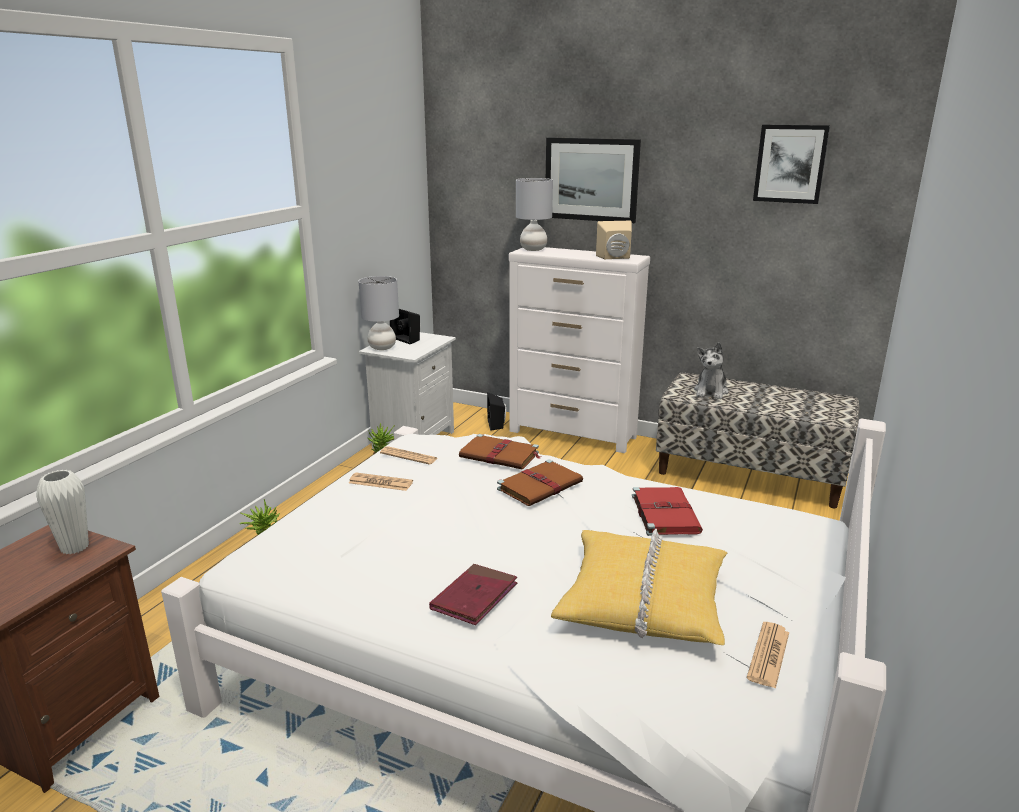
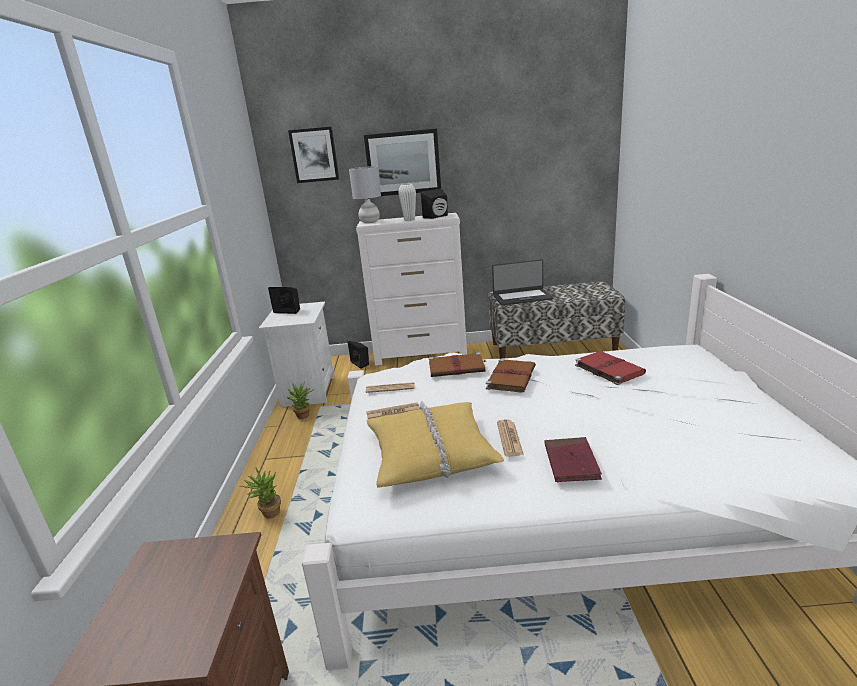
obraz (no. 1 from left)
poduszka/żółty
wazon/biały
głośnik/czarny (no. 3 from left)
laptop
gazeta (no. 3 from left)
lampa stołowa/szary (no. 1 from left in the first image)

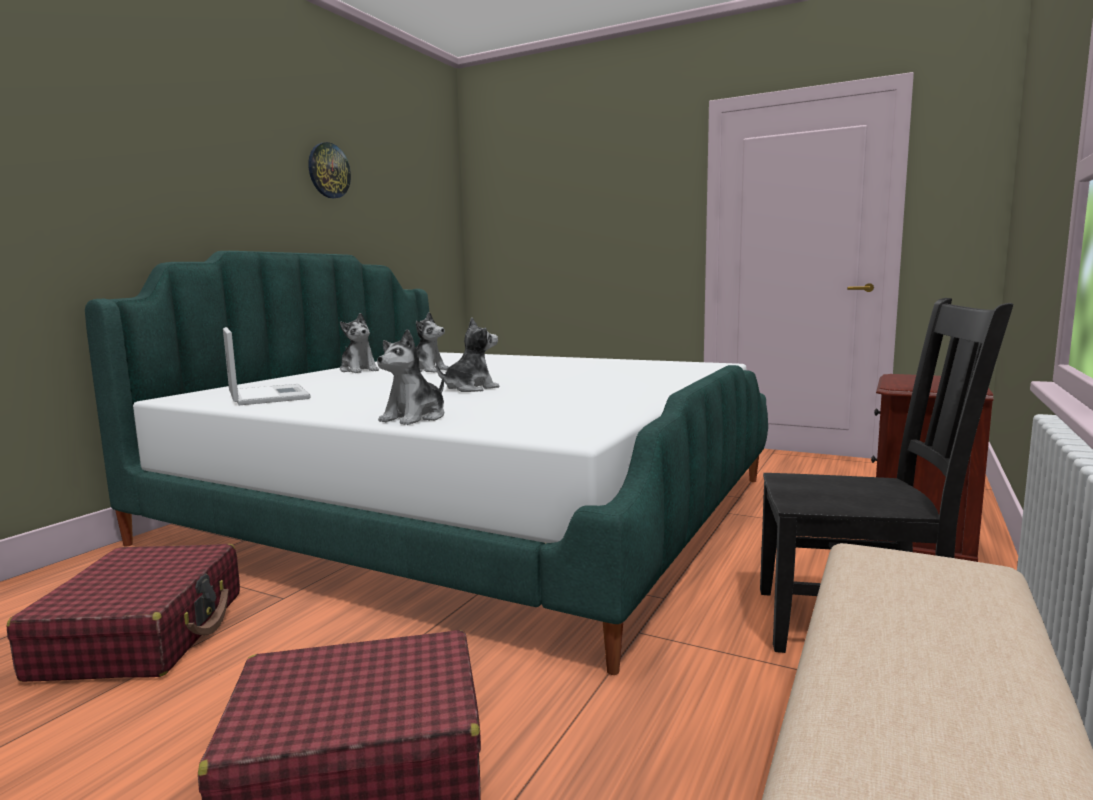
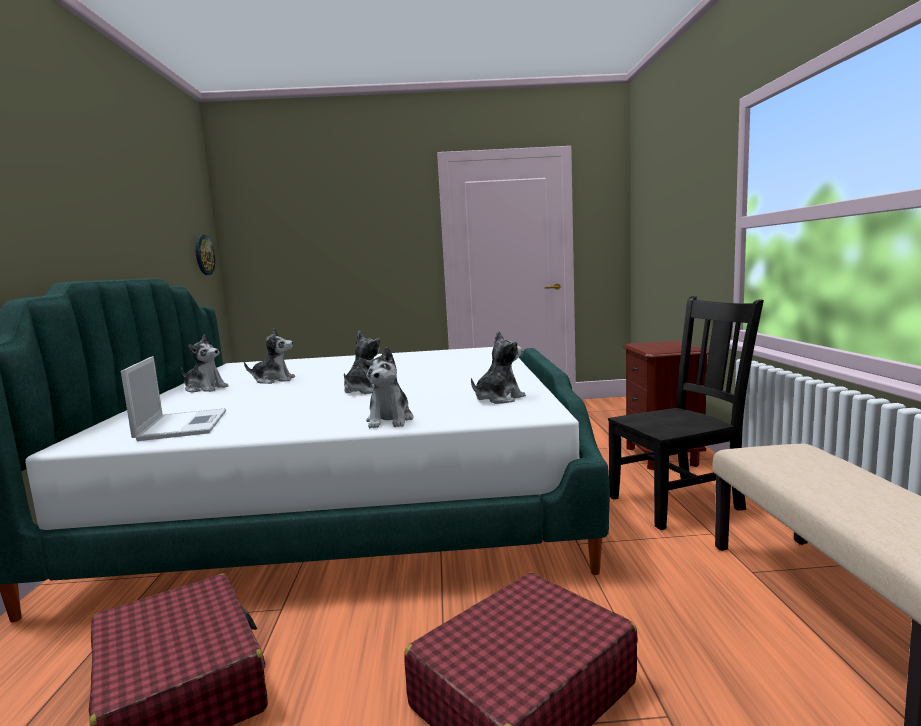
laptop
zegar ścienny
pluszak (no. 5 from left)

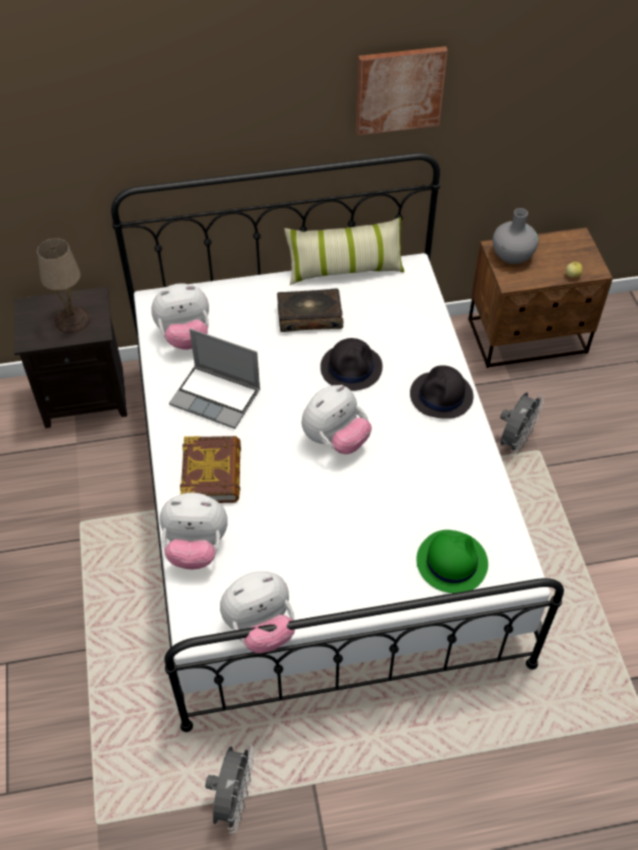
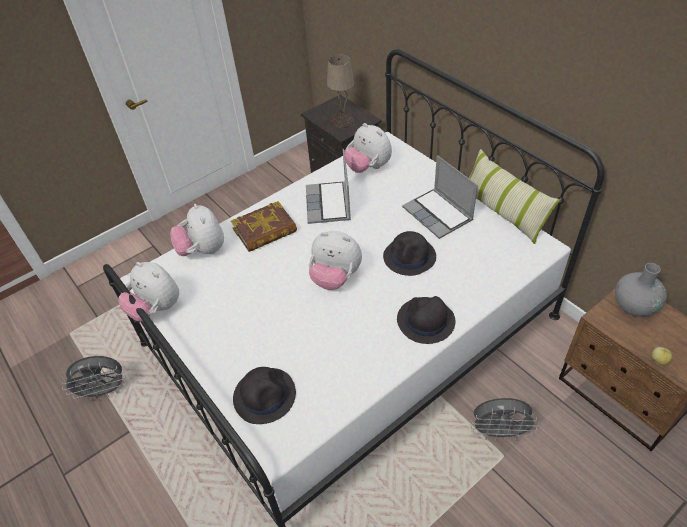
kapelusz/czarny (no. 1 from left)
laptop (no. 2 from left)
obraz

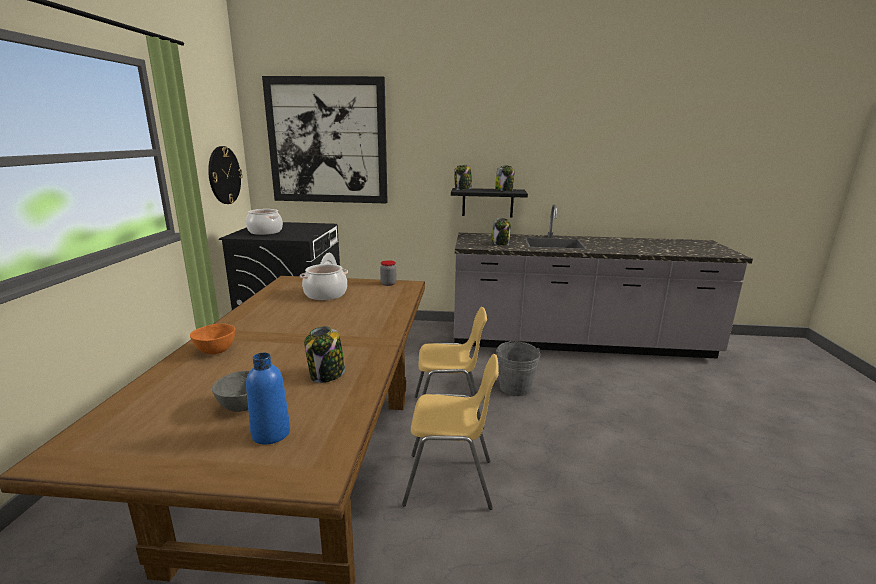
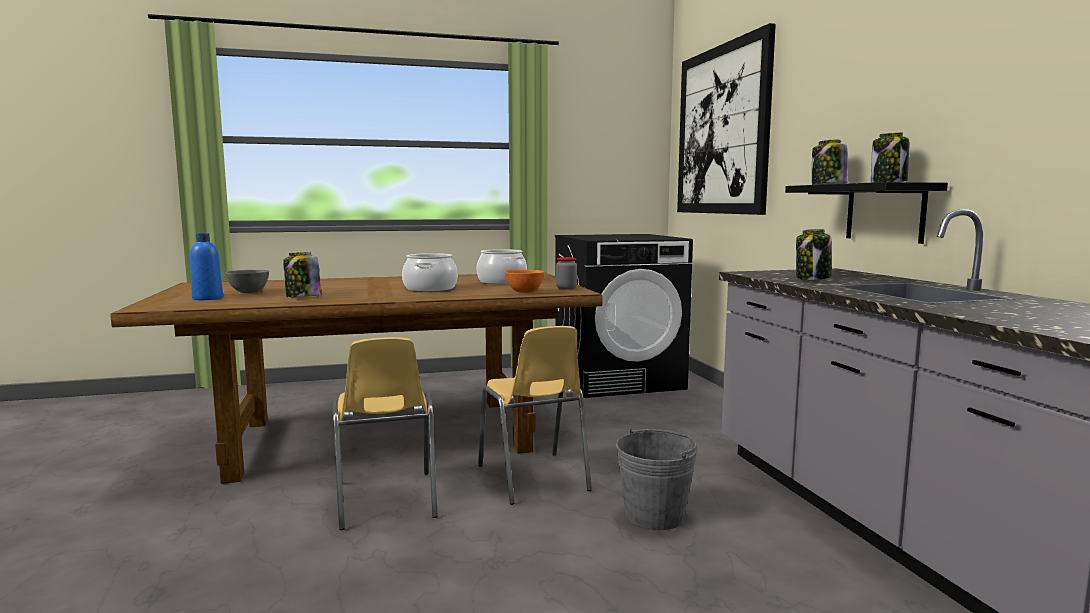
garnek (no. 1 from left)
miska/pomarańczowy
zegar ścienny

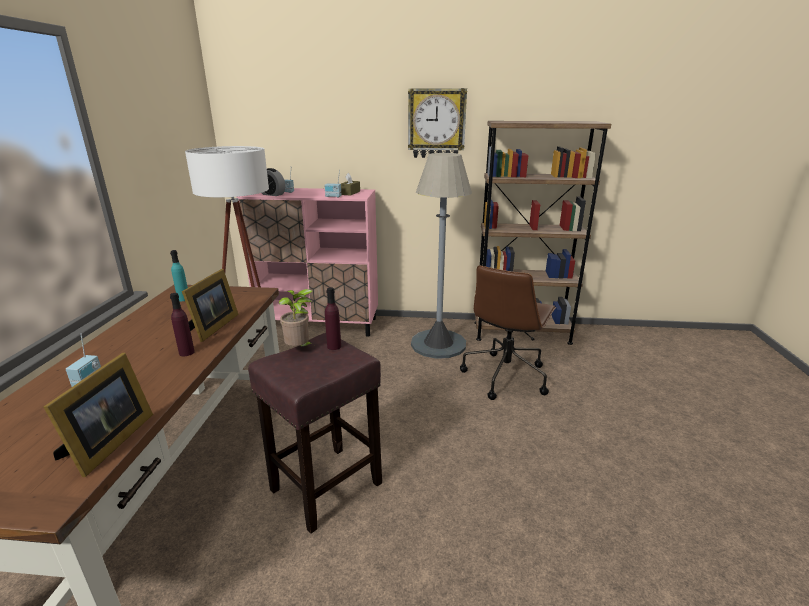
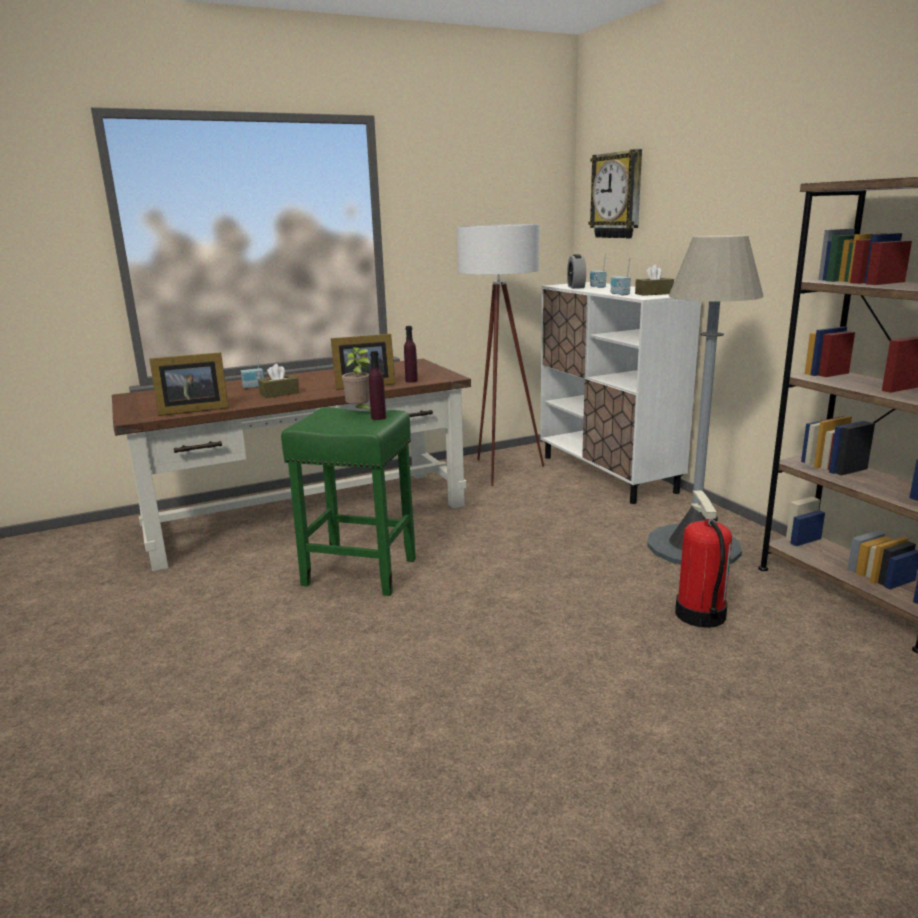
pudełko chusteczek/brązowy (no. 1 from left)
stołek/zielony
butelka/fioletowy (no. 2 from left)
szafka/biały
zegar ścienny
gaśnica
butelka/turkusowy

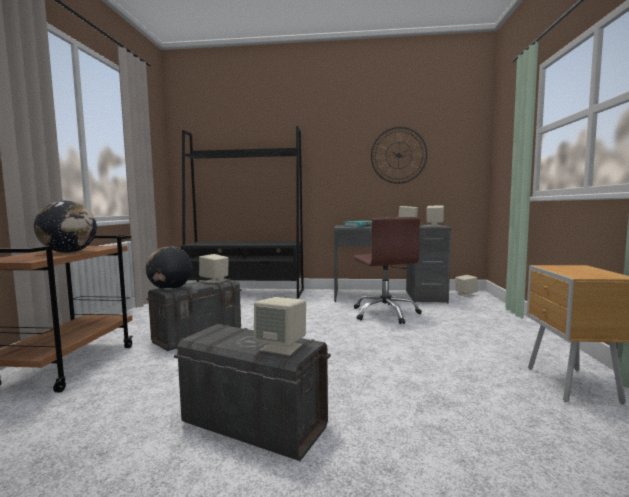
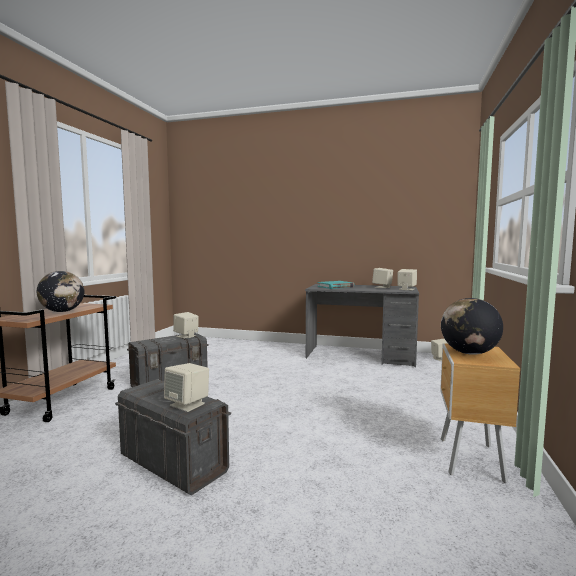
globus (no. 2 from left)
regał/czarny
krzesło biurowe/brązowy
zegar ścienny

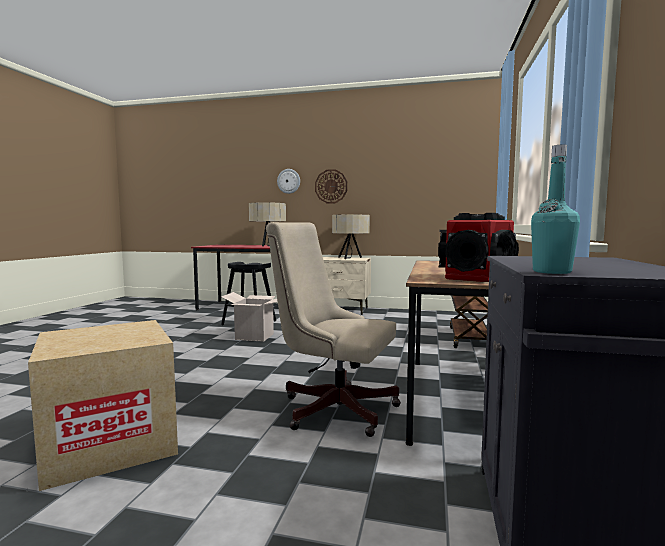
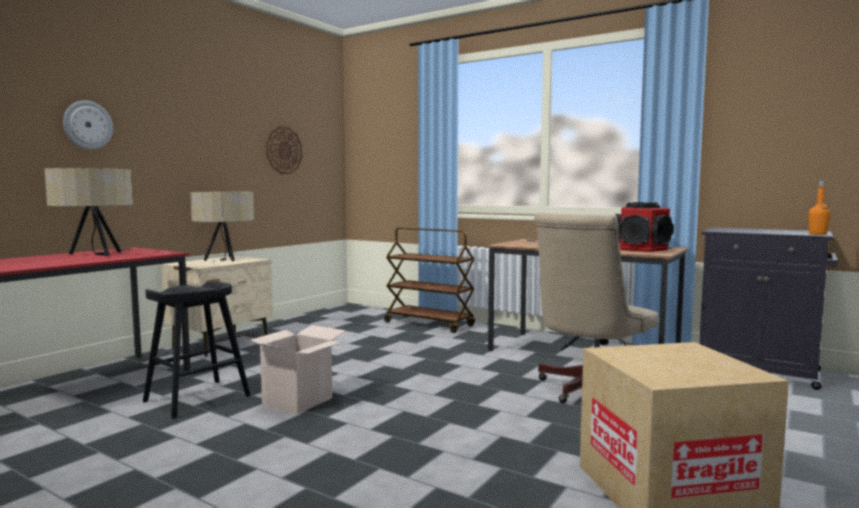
zegar ścienny (no. 2 from left)
butelka/pomarańczowy

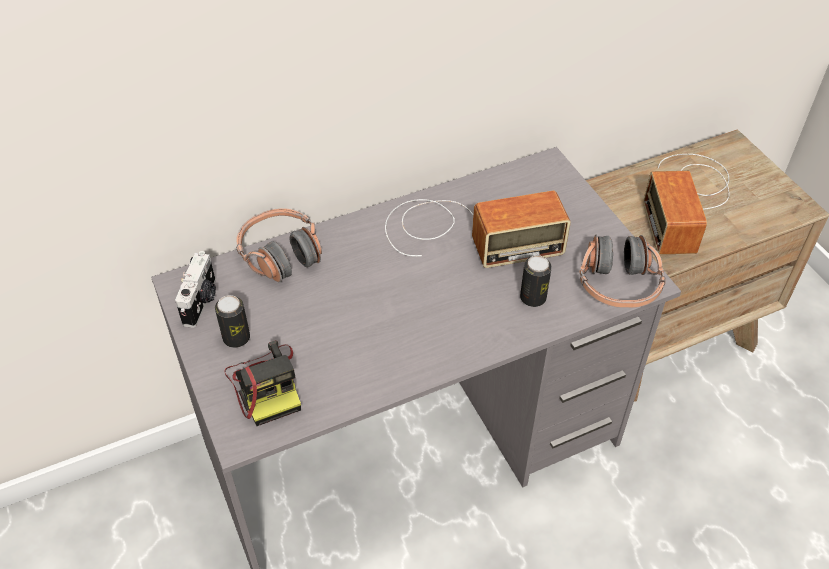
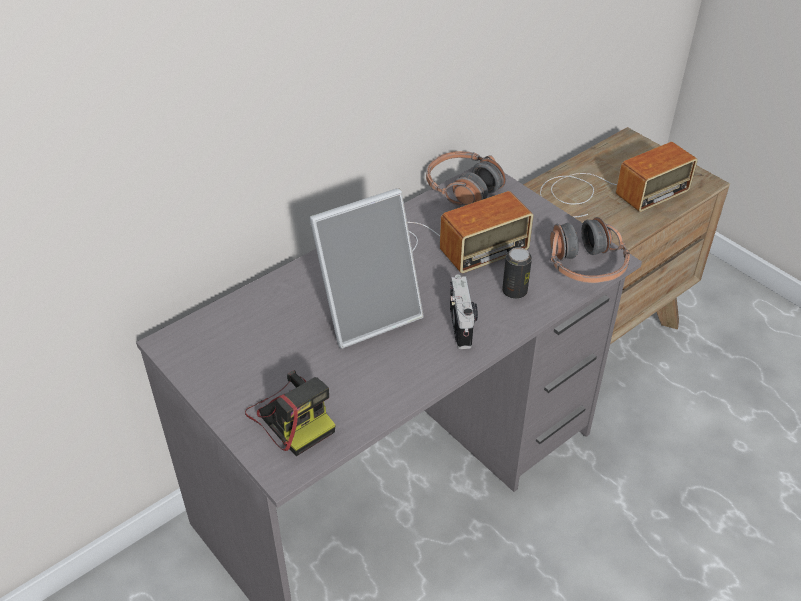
ramka na zdjęcie
słuchawki (no. 1 from left)
aparat fotograficzny (no. 2 from left)
radio (no. 2 from left)
puszka (no. 1 from left in the first image)

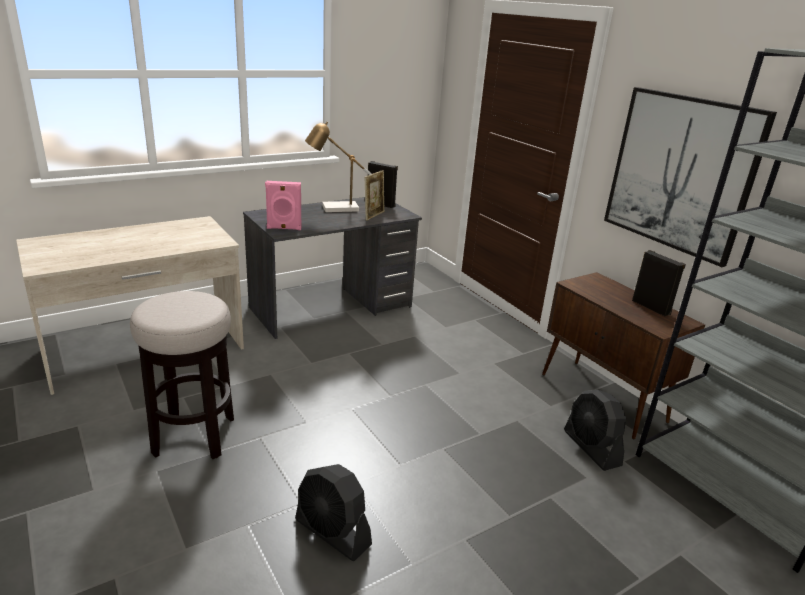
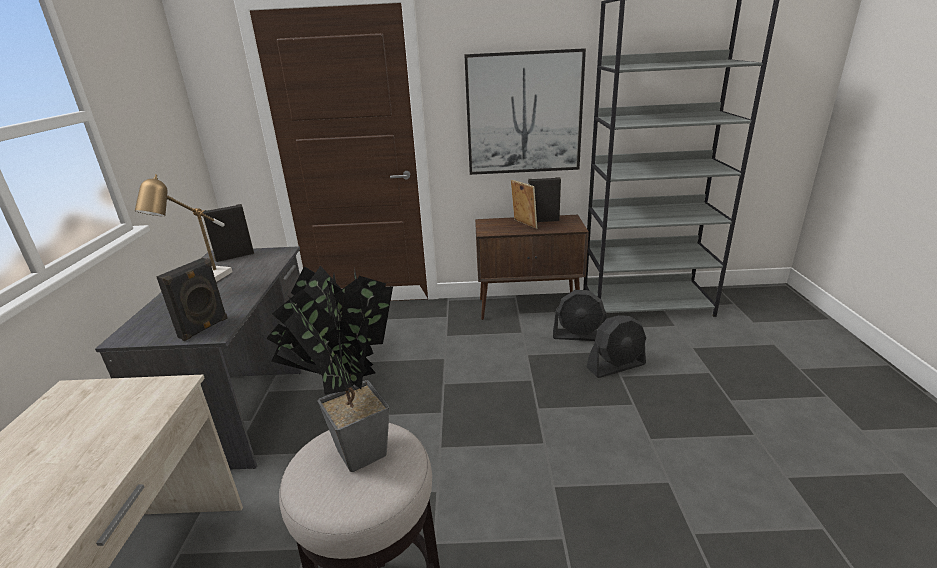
głośnik/czarny (no. 1 from left)
roślina doniczkowa
ramka na zdjęcie
wentylator/czarny (no. 2 from left)

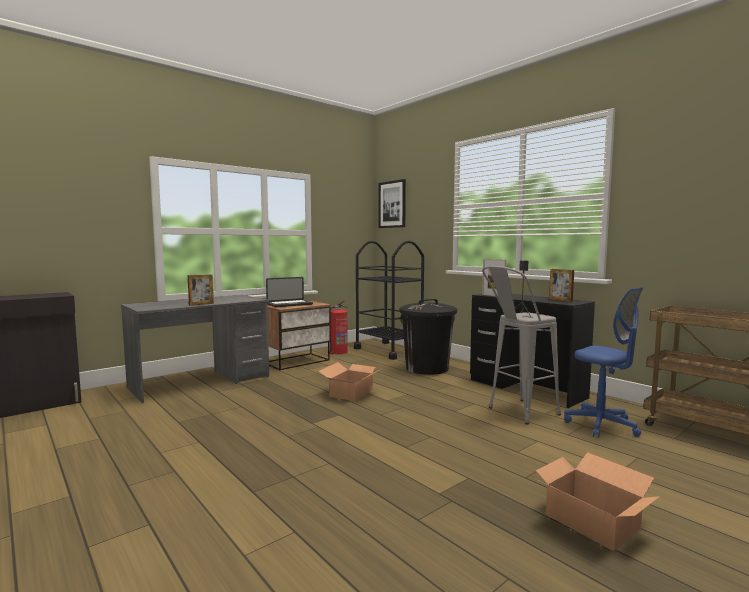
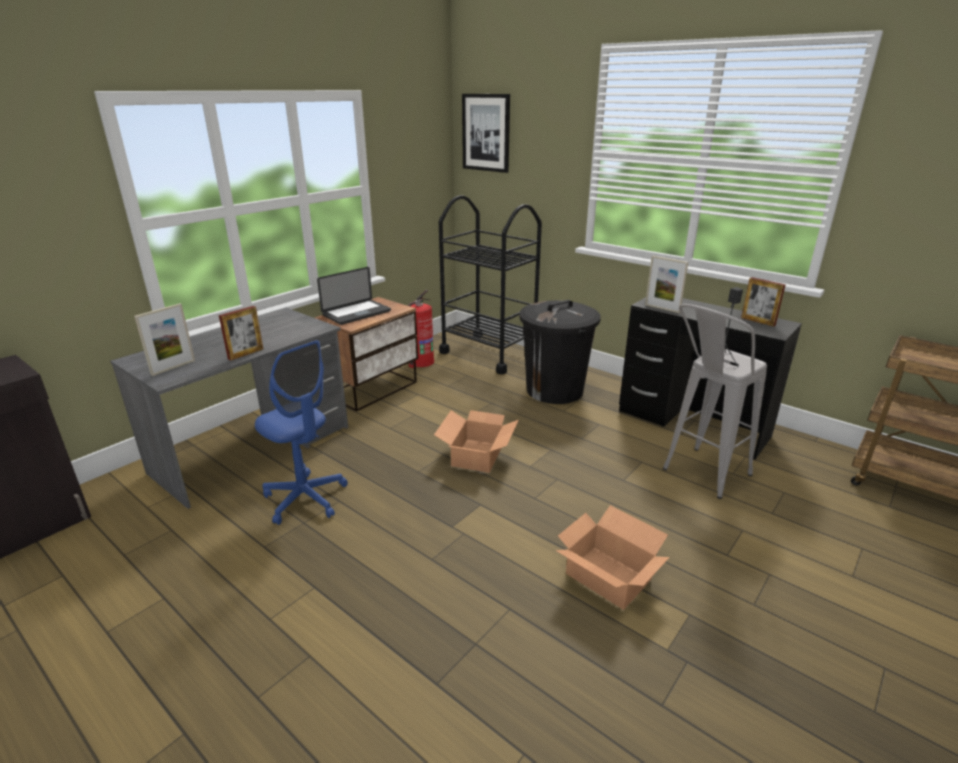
ramka na zdjęcie (no. 1 from left)
krzesło biurowe/niebieski
karton (no. 2 from left)

